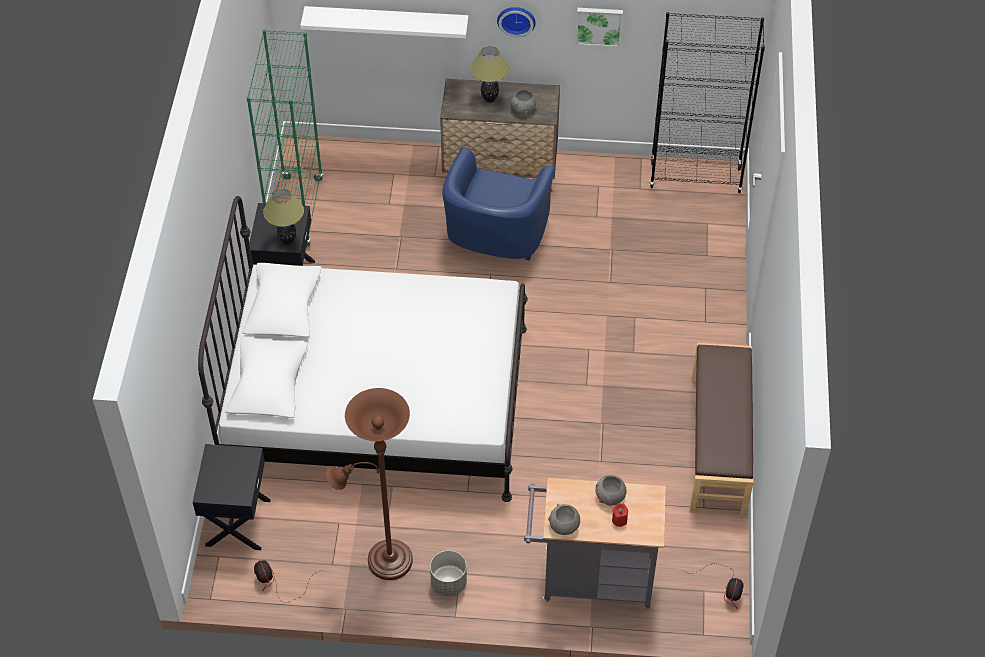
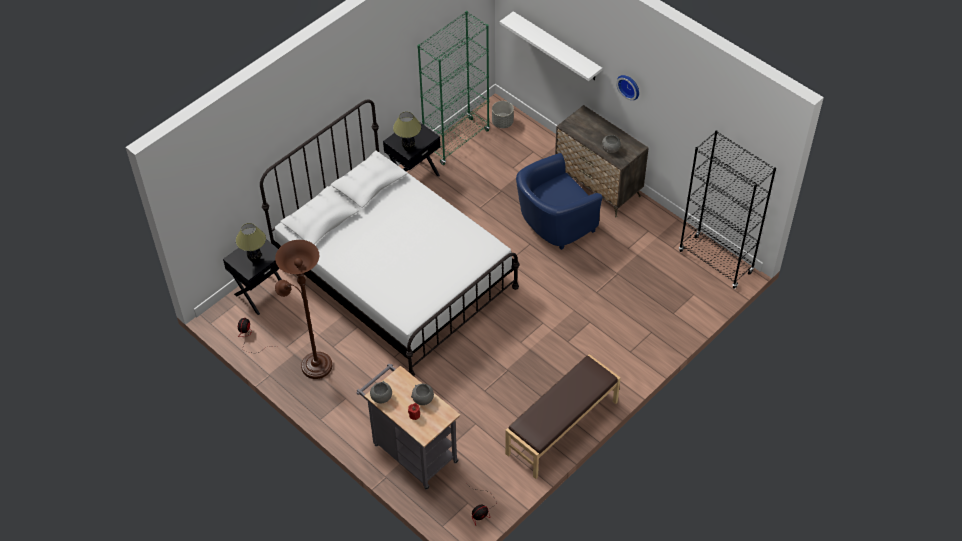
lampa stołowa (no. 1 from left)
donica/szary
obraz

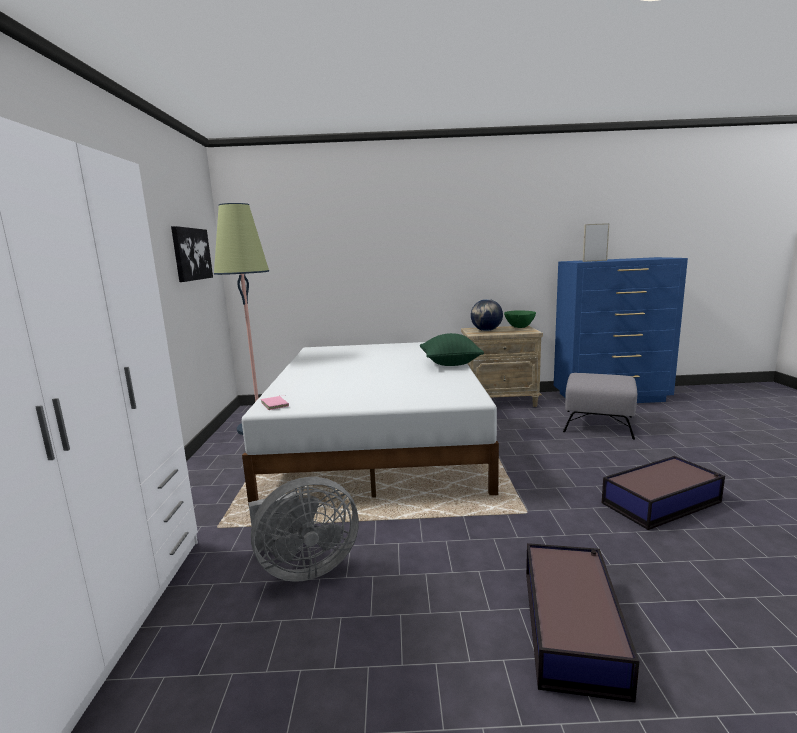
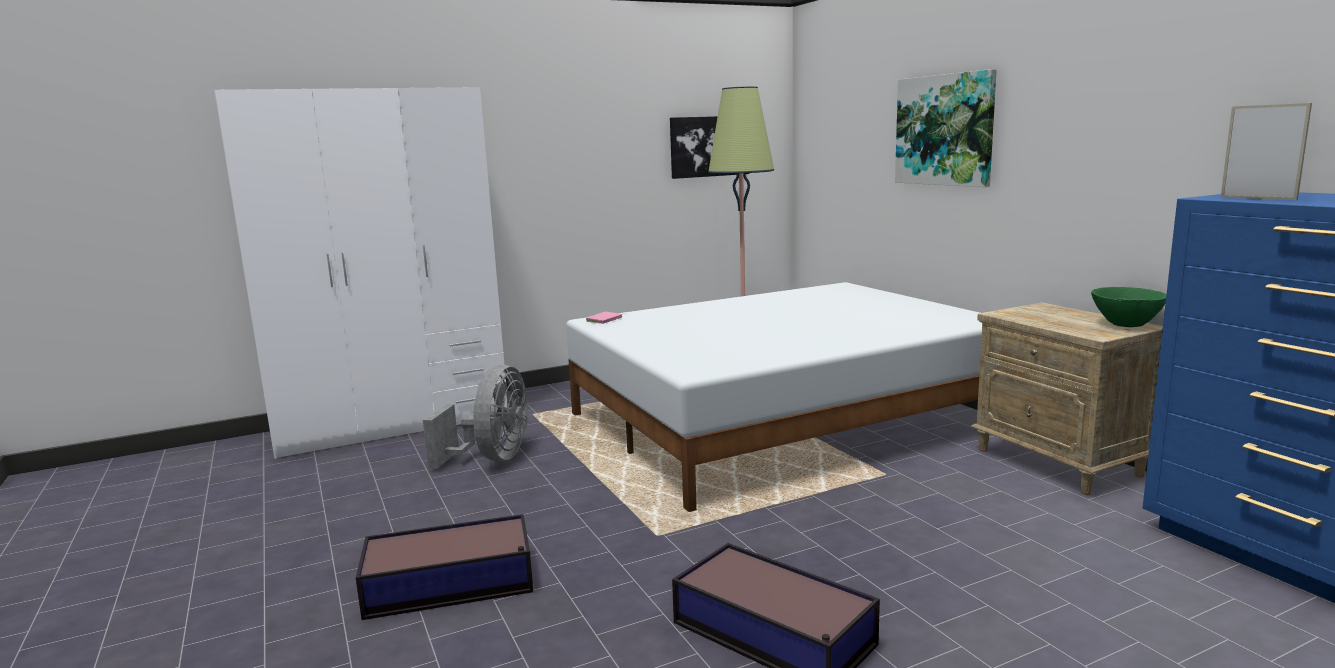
wentylator/szary
obraz (no. 2 from left)
poduszka/zielony
globus
pufa/szary

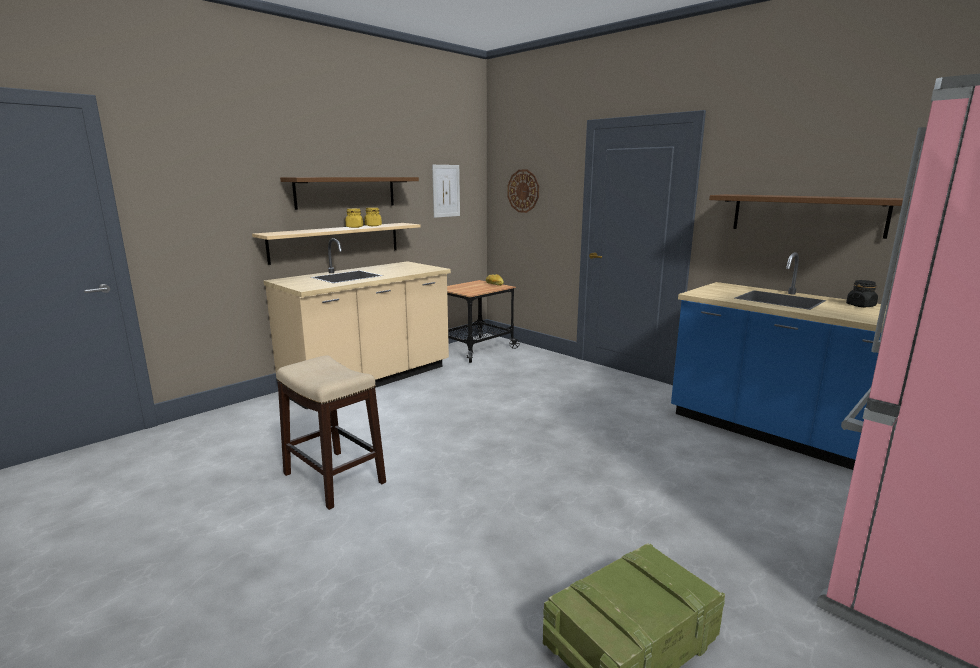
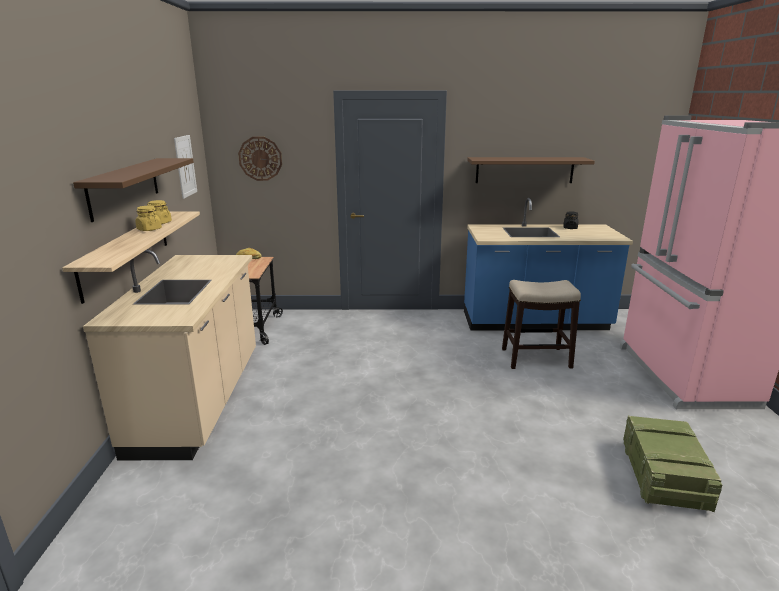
stołek

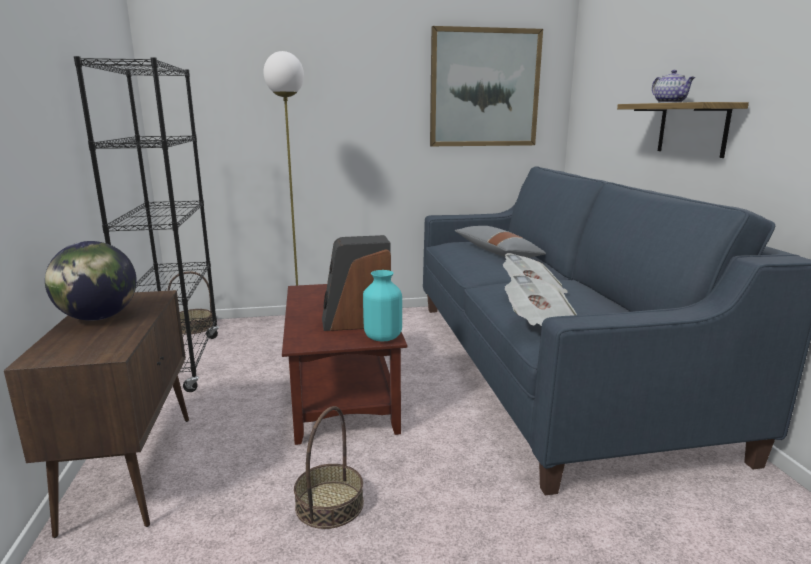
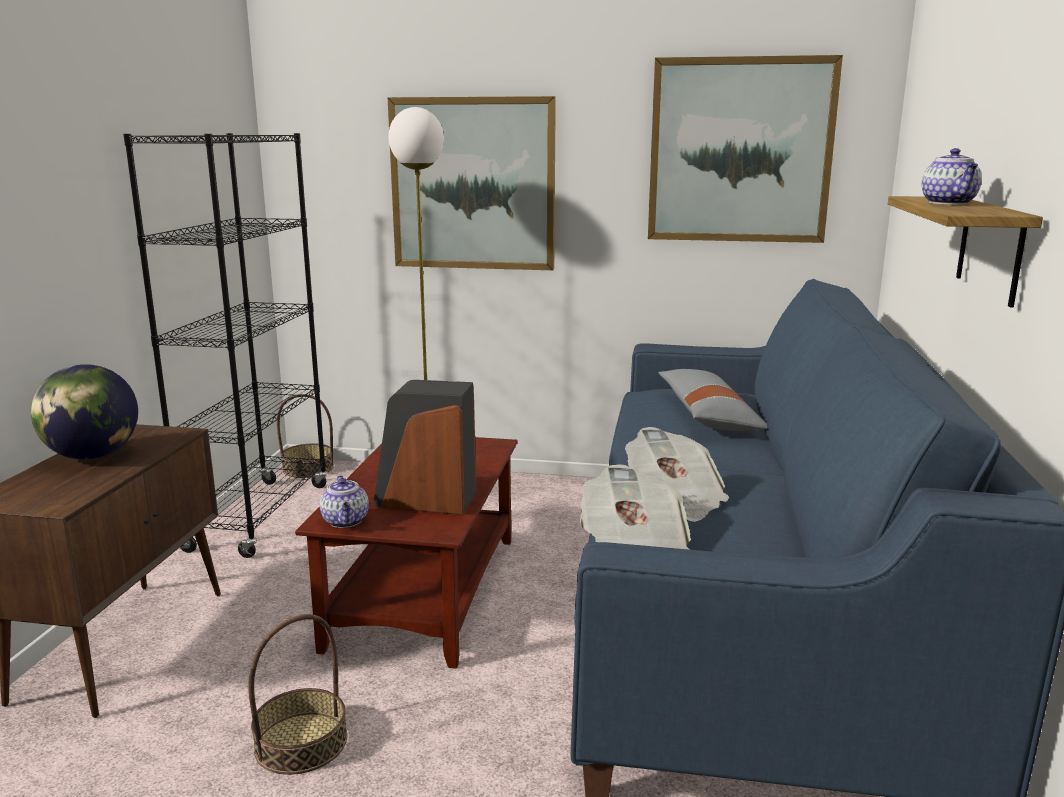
imbryk (no. 1 from left)
obraz (no. 1 from left)
wazon/turkusowy

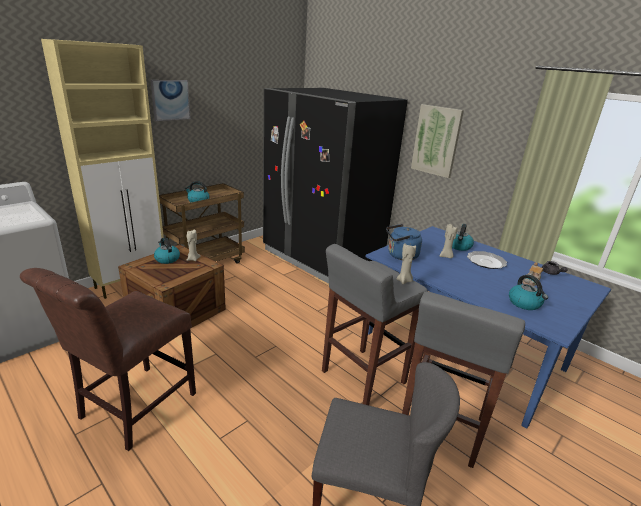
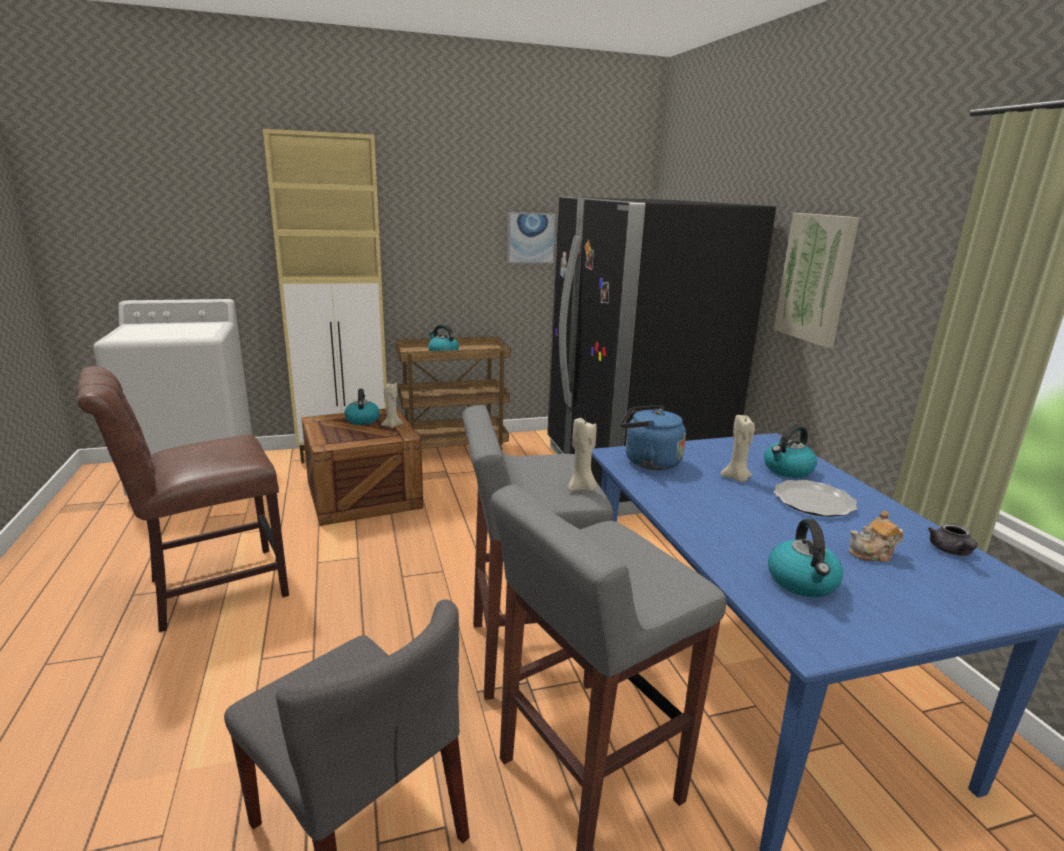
obraz (no. 1 from left)

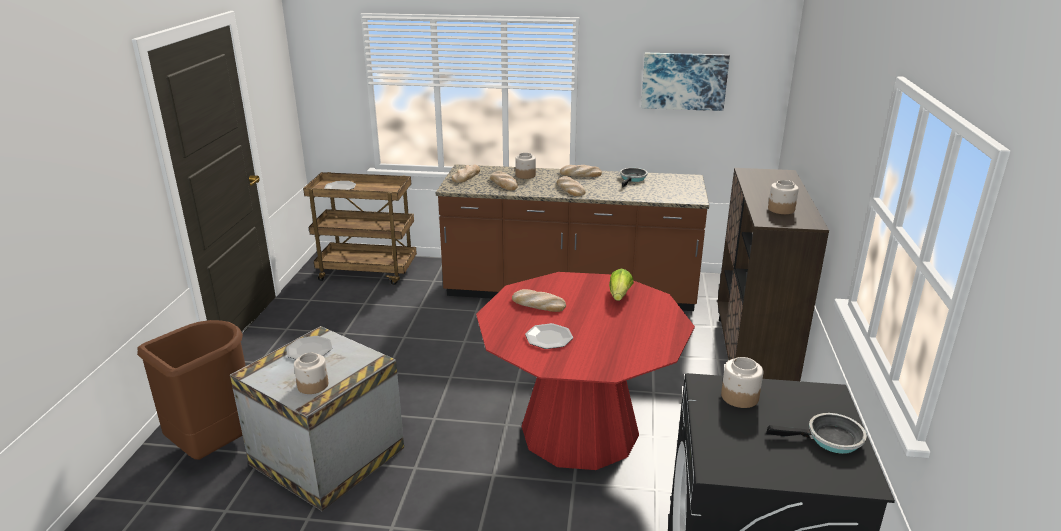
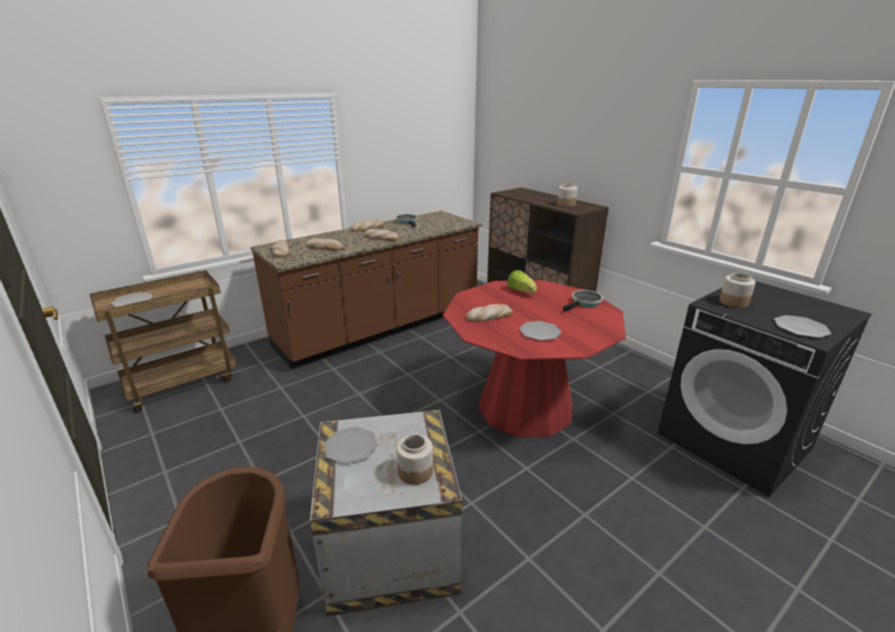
patelnia (no. 2 from left)
talerz (no. 4 from left)
słoik (no. 2 from left in the first image)
obraz

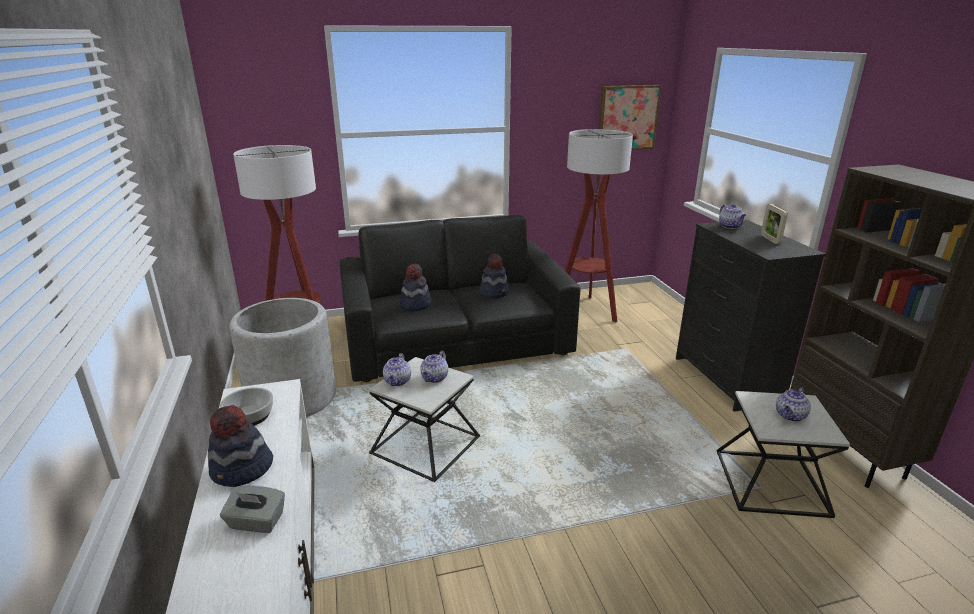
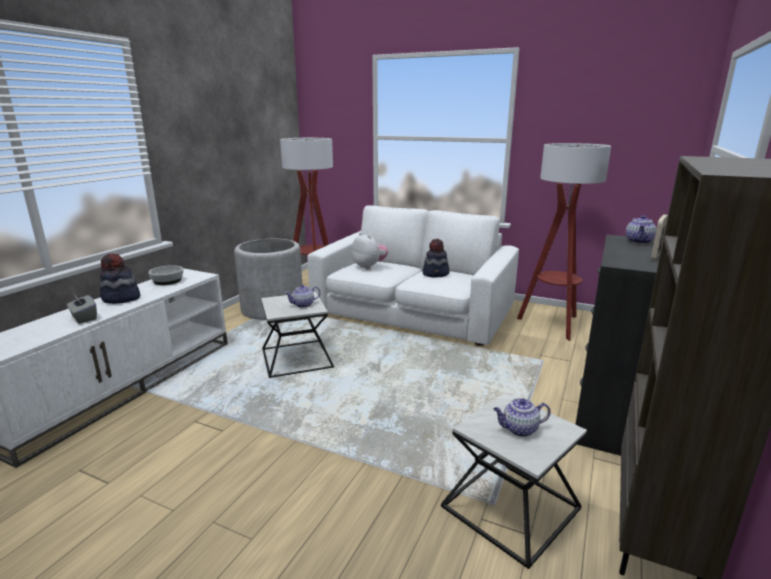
kanapa/biały
pluszak
imbryk (no. 1 from left in the first image)
obraz

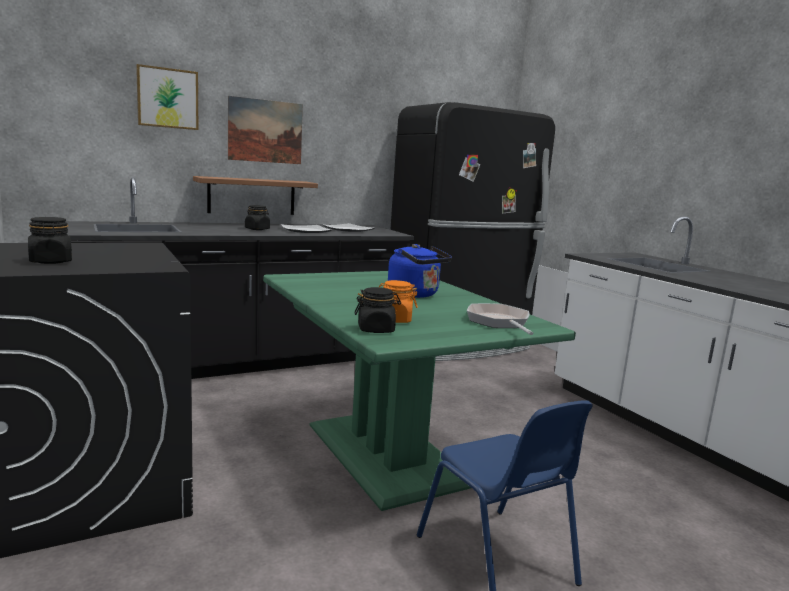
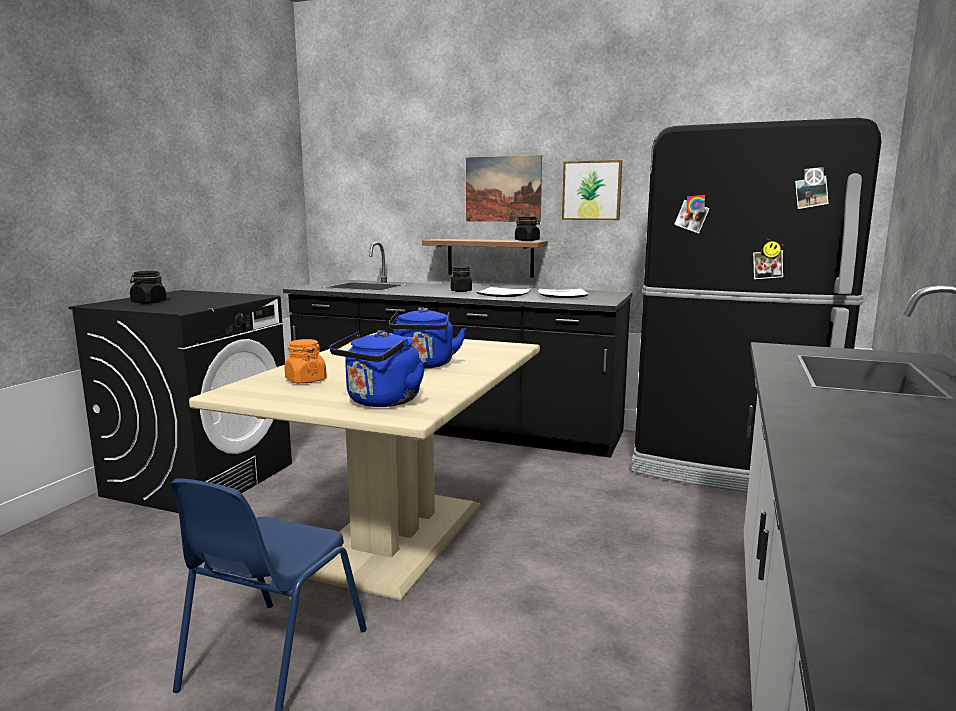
stół jadalny/beżowy
czajnik/niebieski (no. 1 from left)
słoik/czarny (no. 3 from left)
obraz (no. 2 from left)

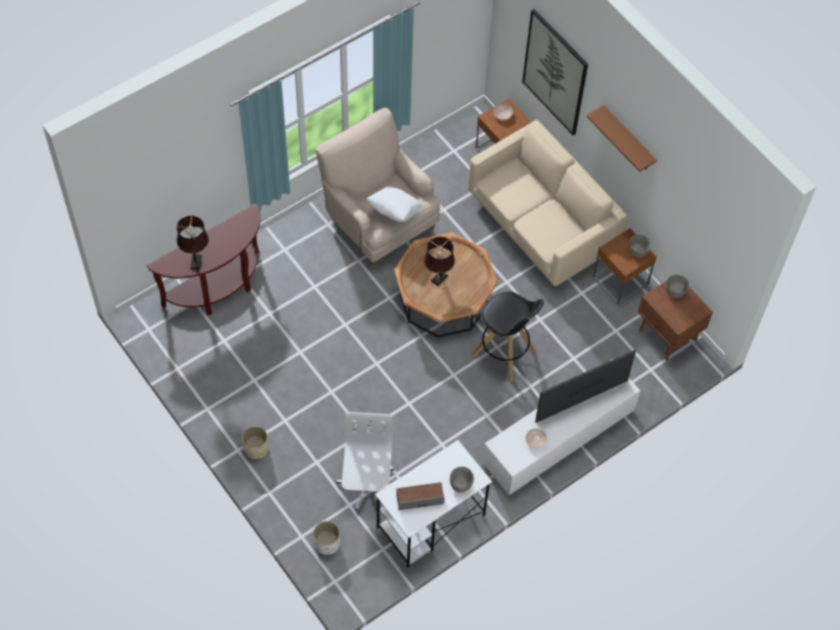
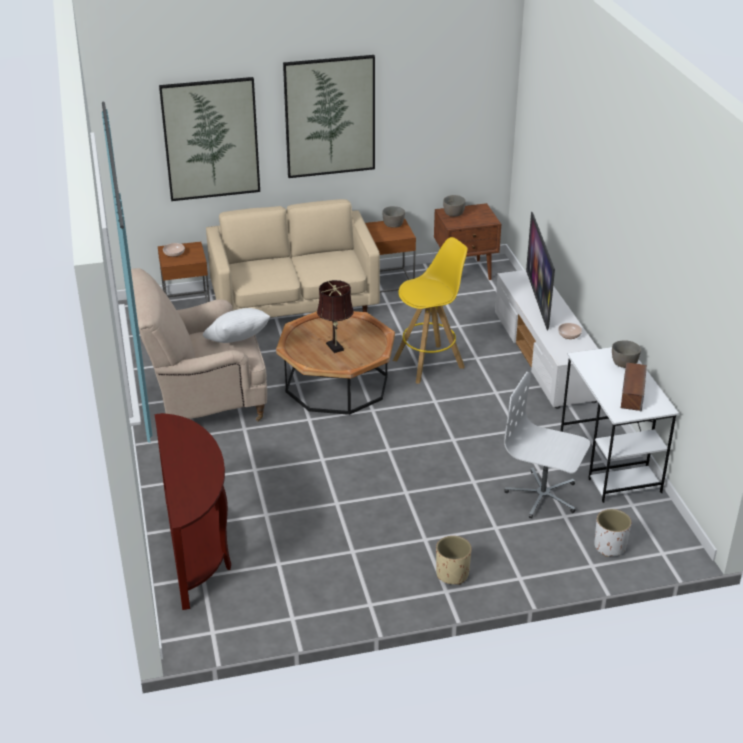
obraz (no. 2 from left)
stołek/żółty
lampa stołowa/brązowy (no. 1 from left in the first image)

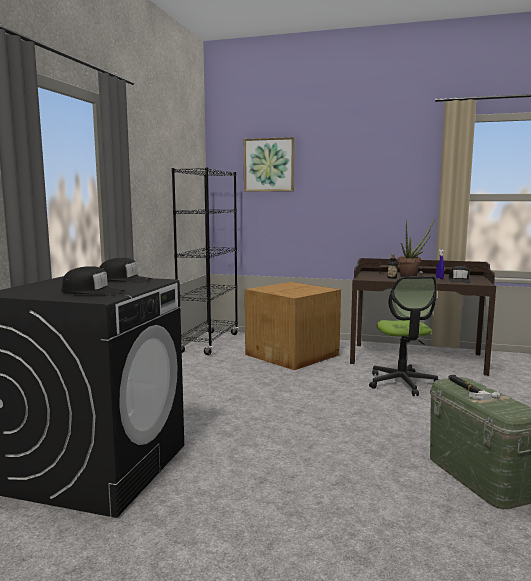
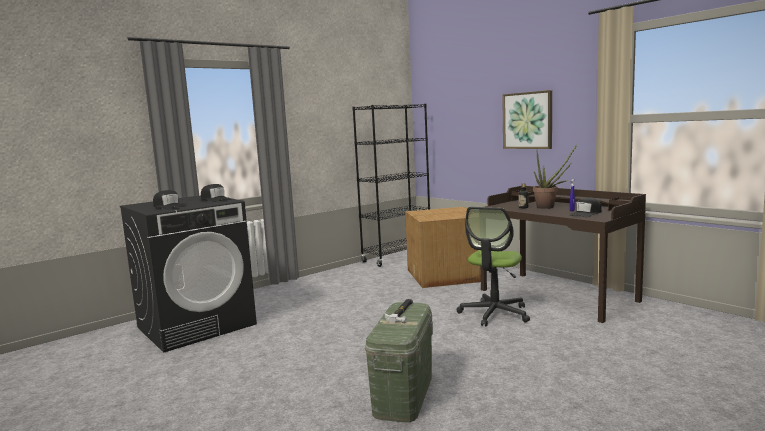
obraz

